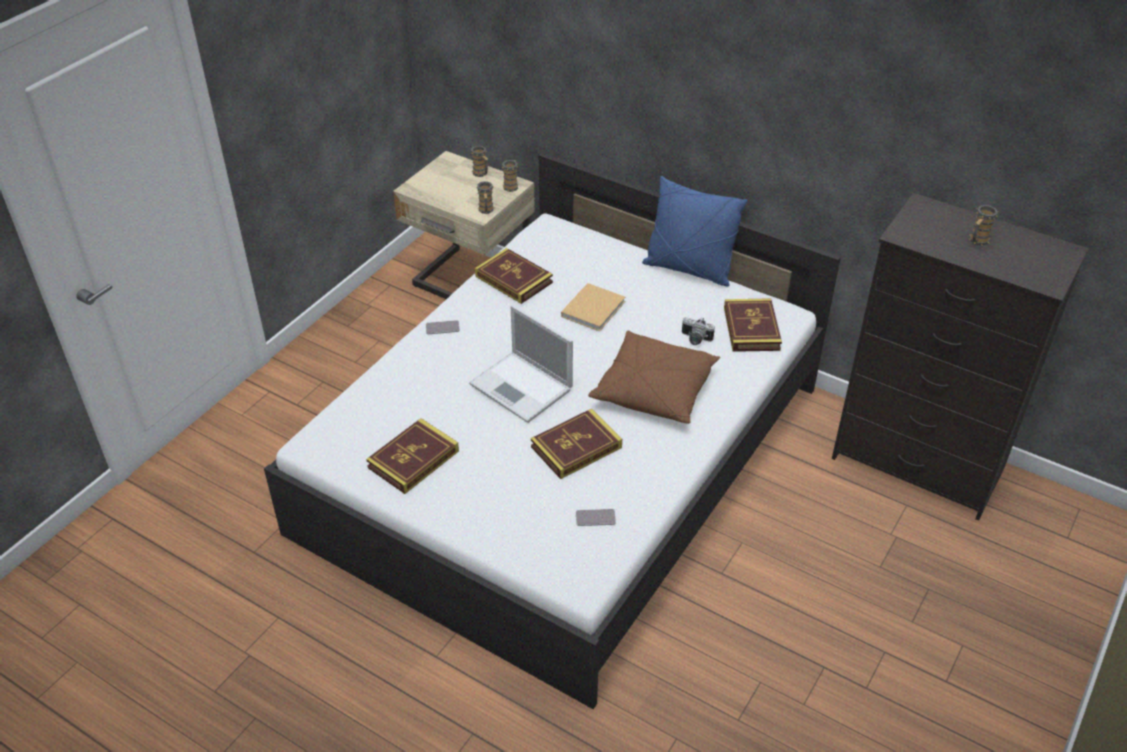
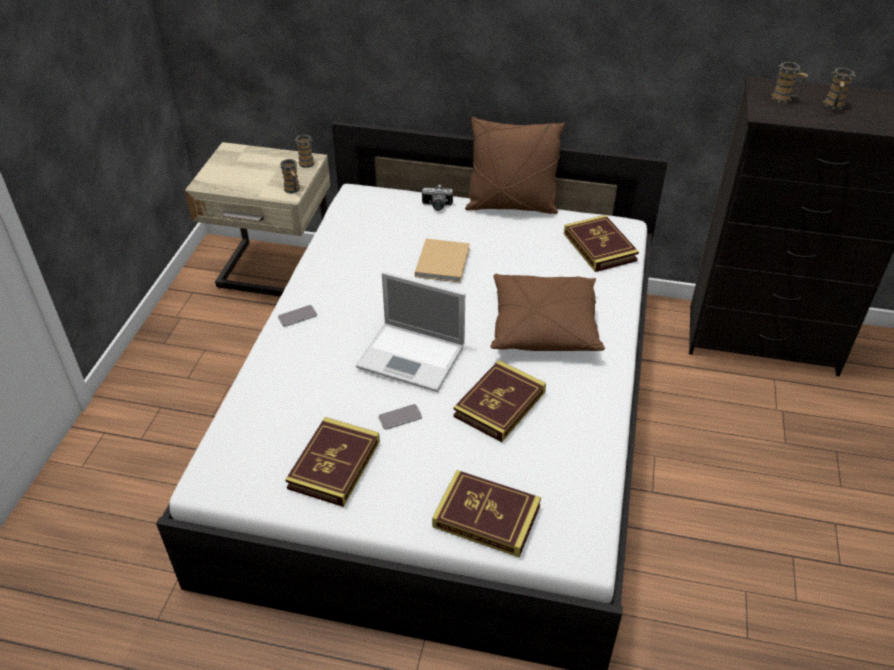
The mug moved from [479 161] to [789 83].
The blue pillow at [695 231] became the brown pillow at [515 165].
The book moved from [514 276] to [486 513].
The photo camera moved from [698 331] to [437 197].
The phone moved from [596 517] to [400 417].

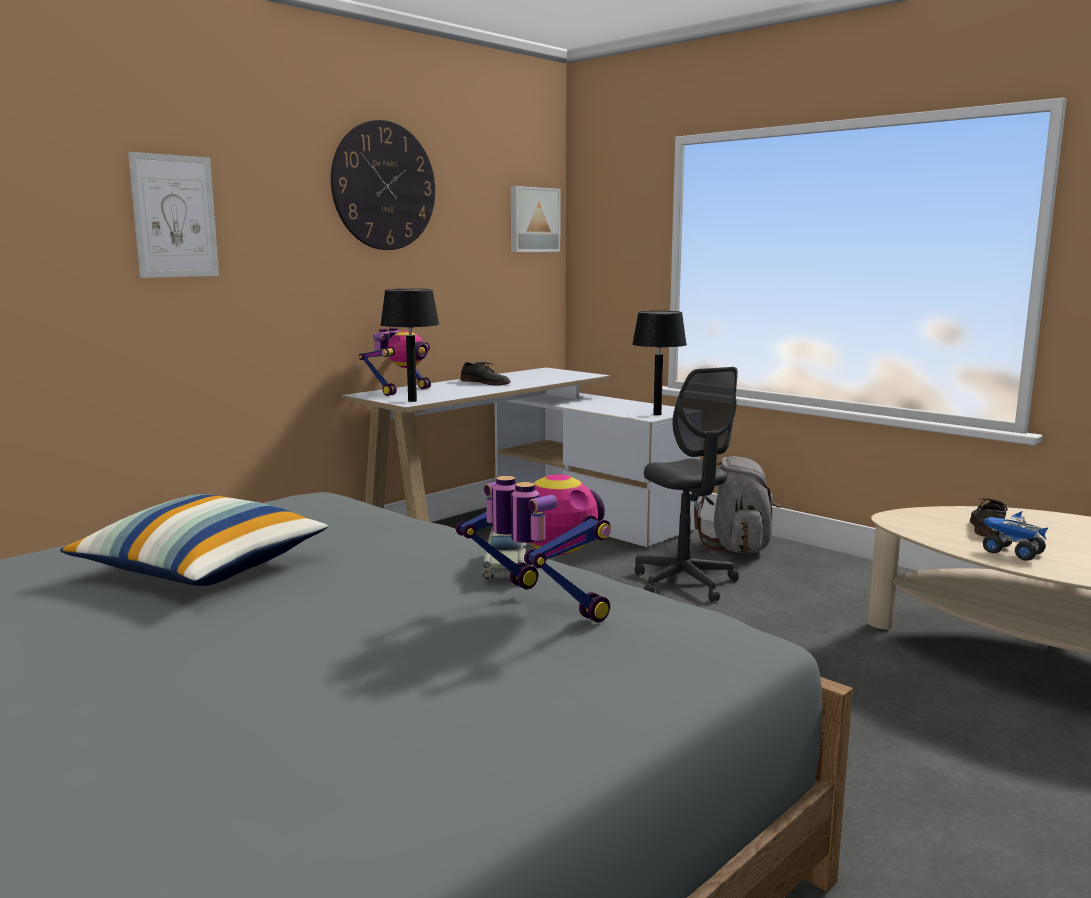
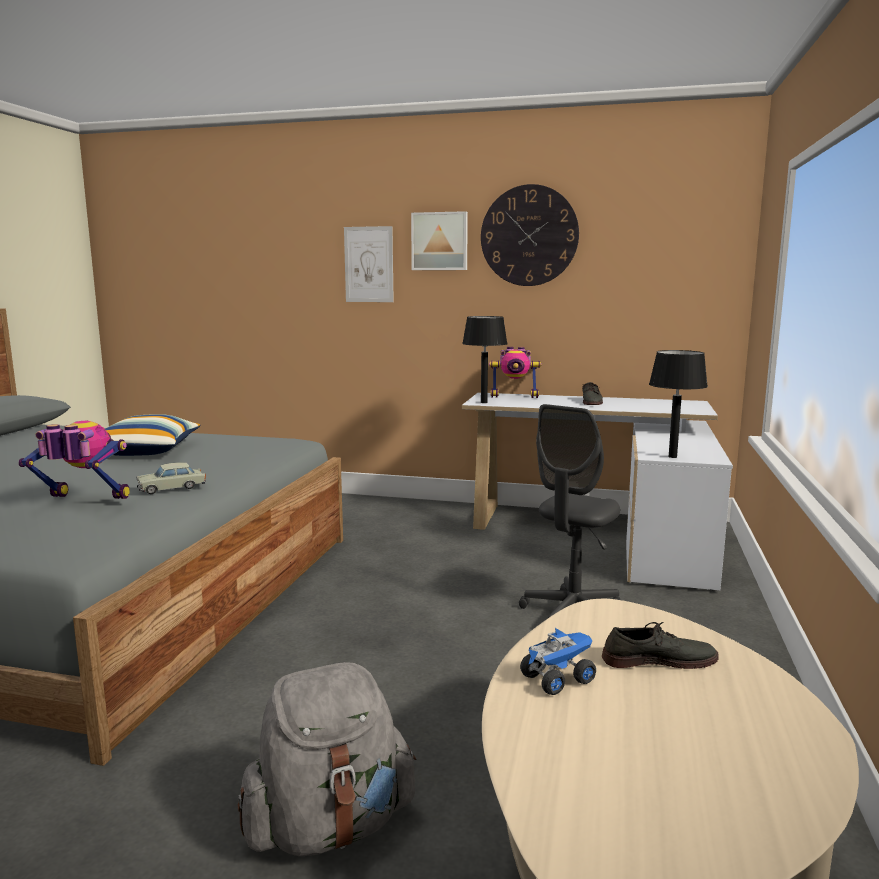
The picture moved from [536 219] to [439 240].
The grey backpack moved from [737 504] to [327 759].
The toy robot at [533 548] turned 105 degrees counterclockwise.
The toy truck at [1015 536] turned 45 degrees clockwise.

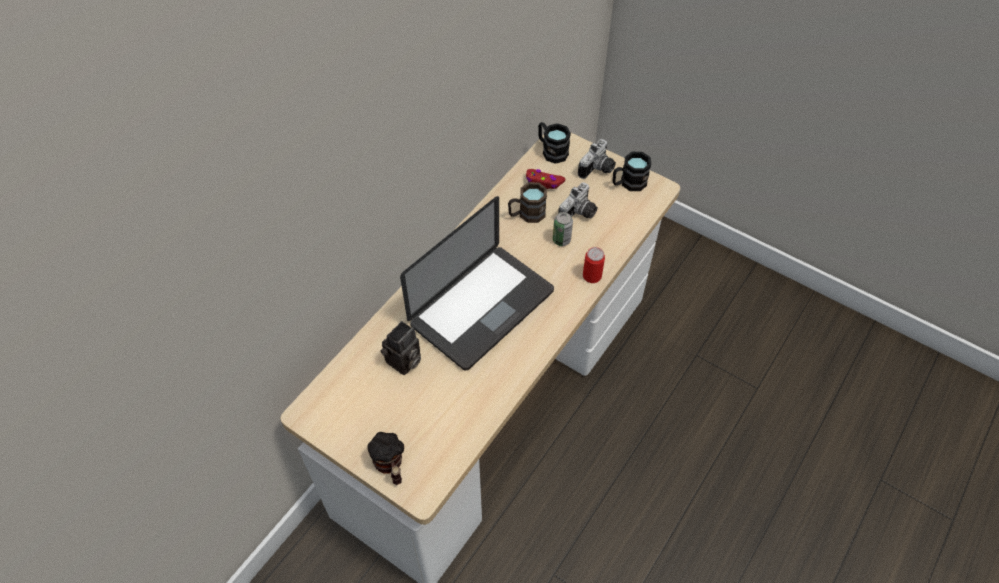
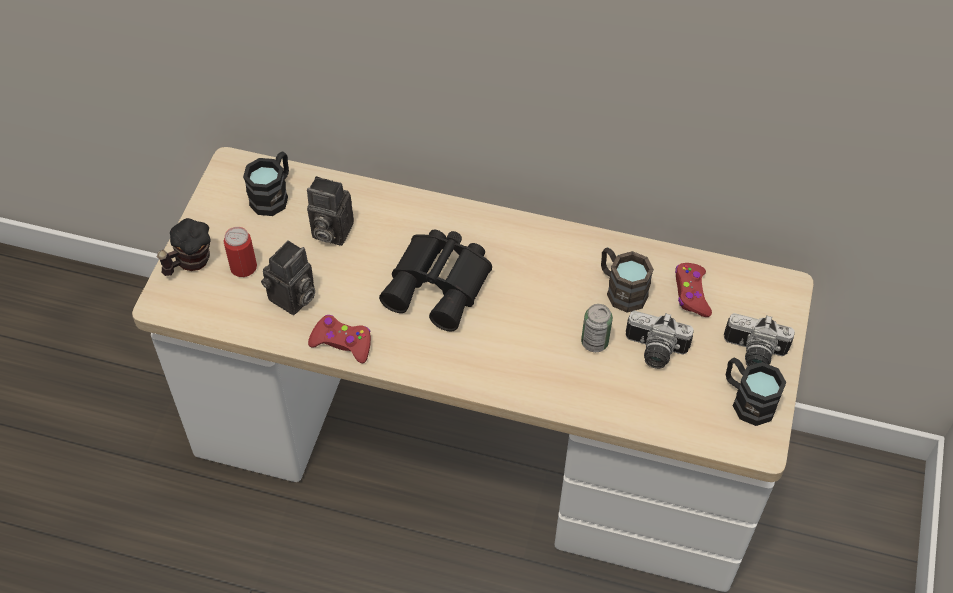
The black mug moved from [554 143] to [266 184].
The laptop at [477 283] was replaced by the black binoculars at [435 281].
The can moved from [594 265] to [240 252].
The photo camera at [288 277] appeared.
The red game controller at [339 339] appeared.

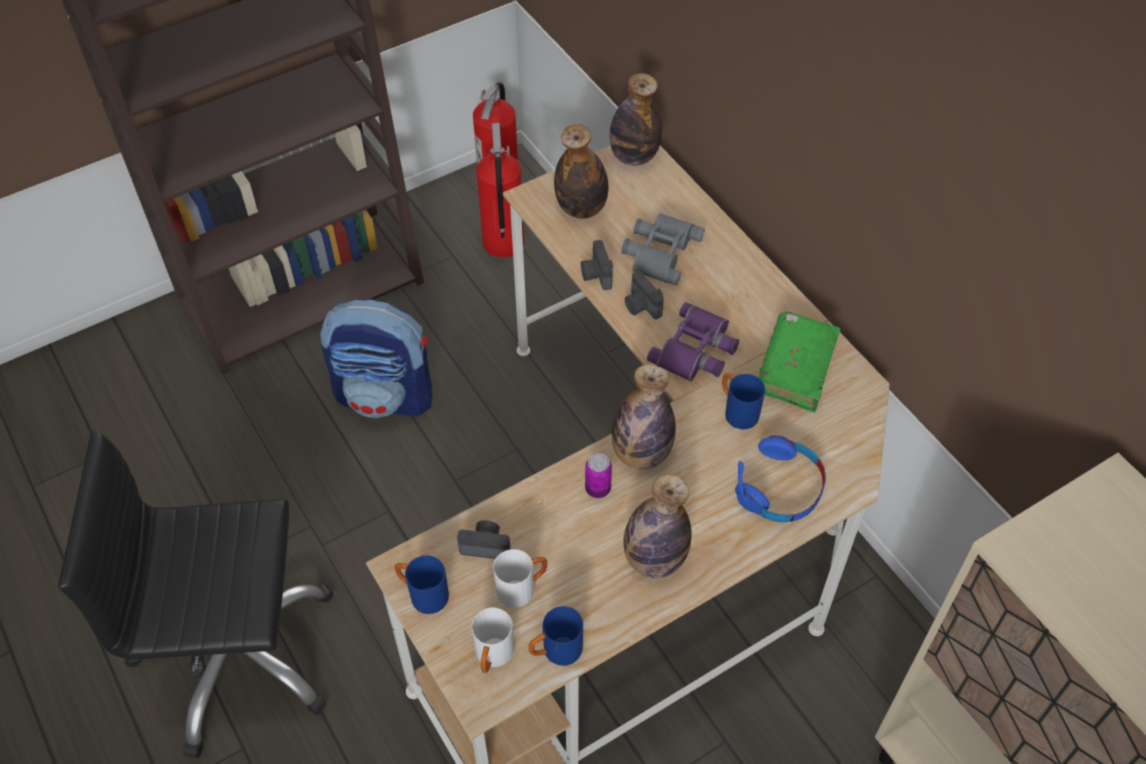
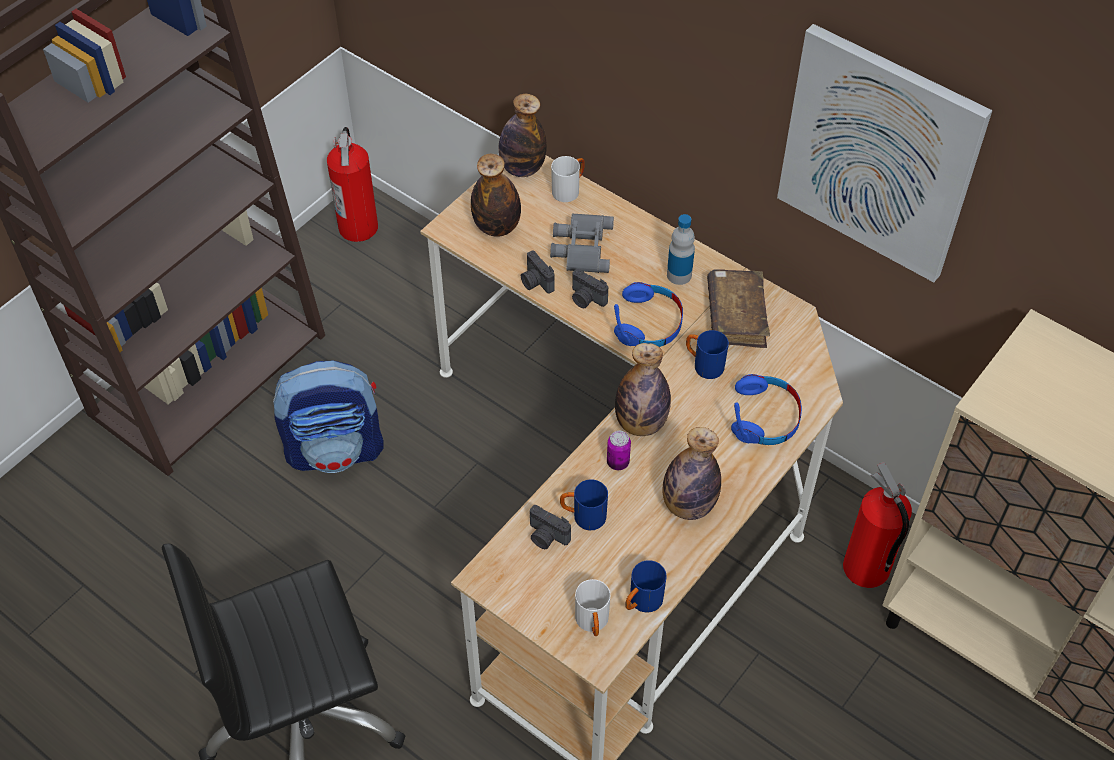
The fire extinguisher moved from [500 190] to [877 525].
The purple binoculars at [693 342] was replaced by the blue headphones at [648 314].
The green book at [799 362] became the brown book at [738 309].
The photo camera at [484 539] turned 135 degrees counterclockwise.
The white mug moved from [520 578] to [568 179].
The blue mug moved from [422 584] to [584 504].
The picture at [884 153] appeared.
The bottle at [681 249] appeared.

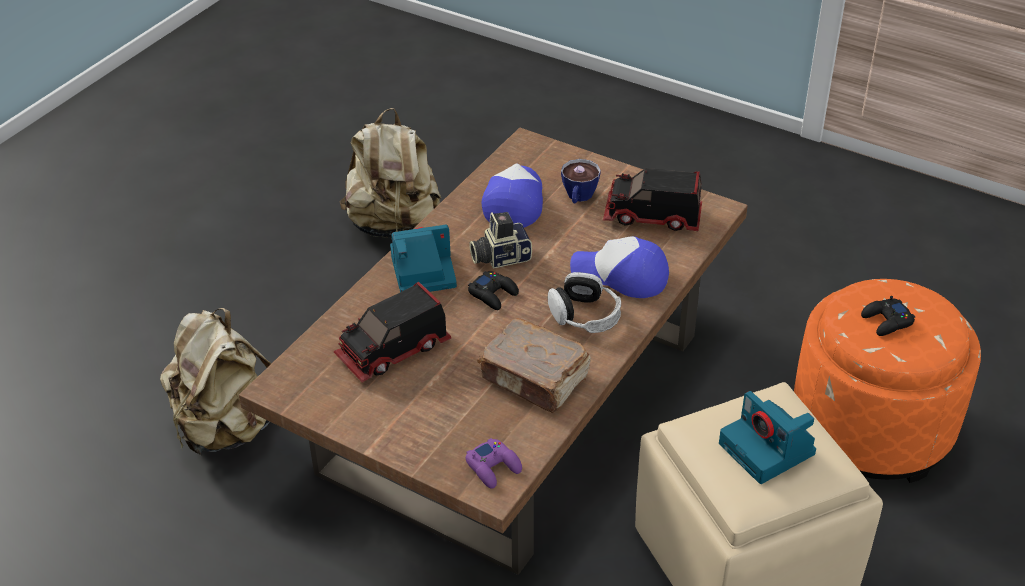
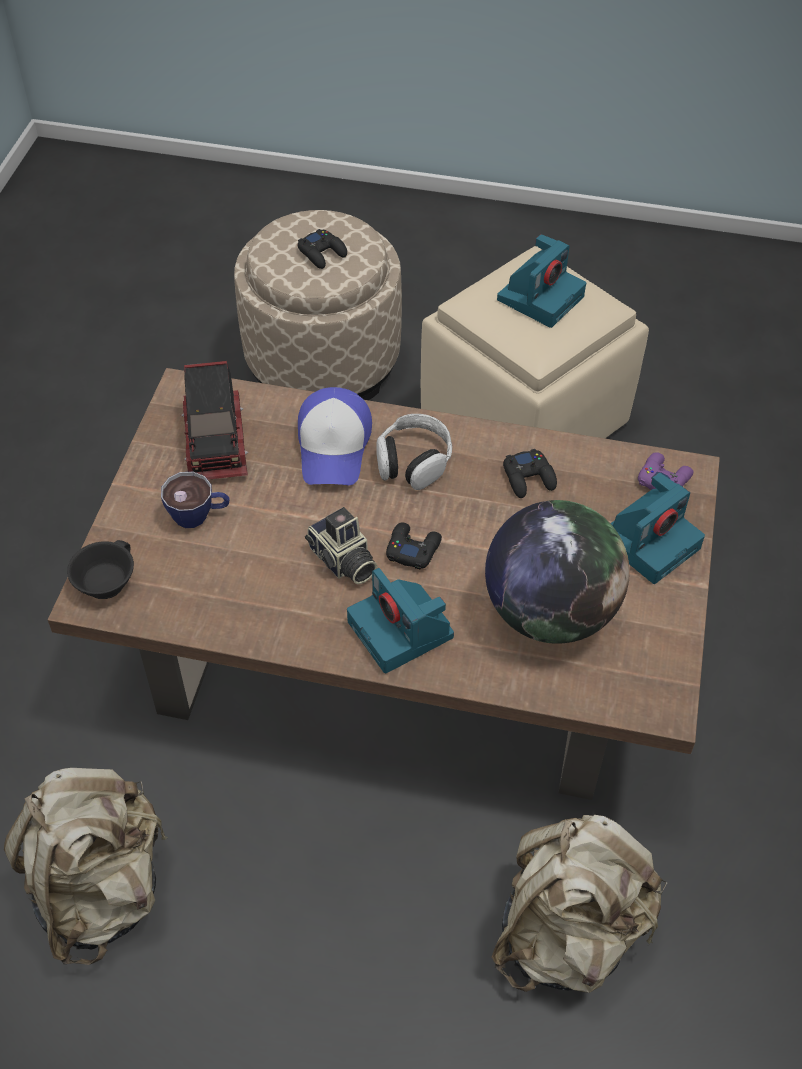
The cap at [512 196] disappeared.
The orange ottoman at [887 381] became the beige ottoman at [318 305].
The toy truck at [392 332] was replaced by the globe at [557 572].
The brown book at [534 365] was replaced by the black game controller at [530 473].
The photo camera at [658 528] appeared.
The black cup at [100 569] appeared.

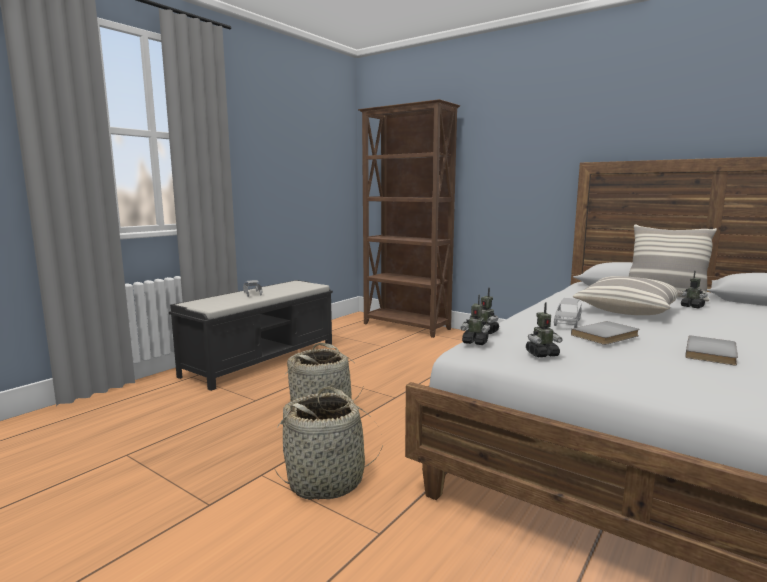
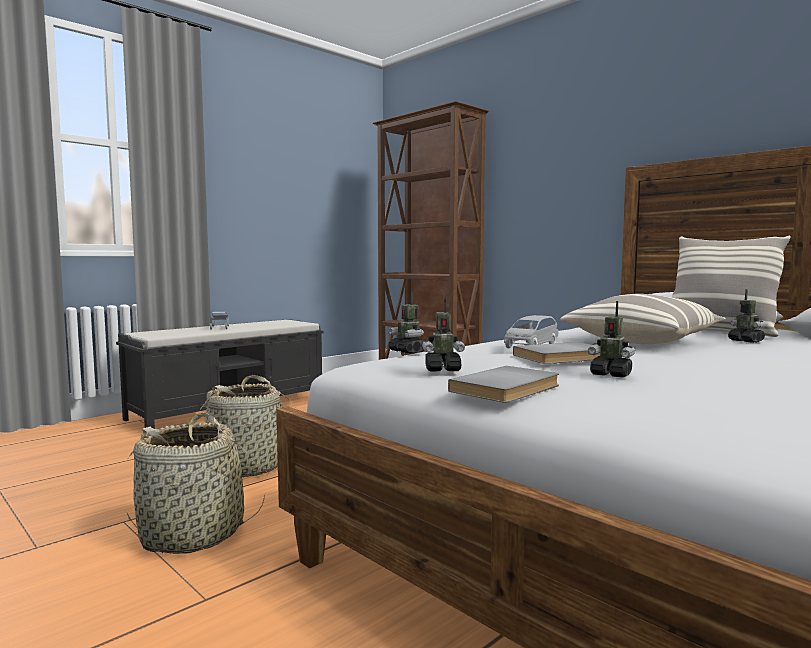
The toy robot moved from [475 320] to [611 339].
The grey book moved from [711 350] to [503 384].

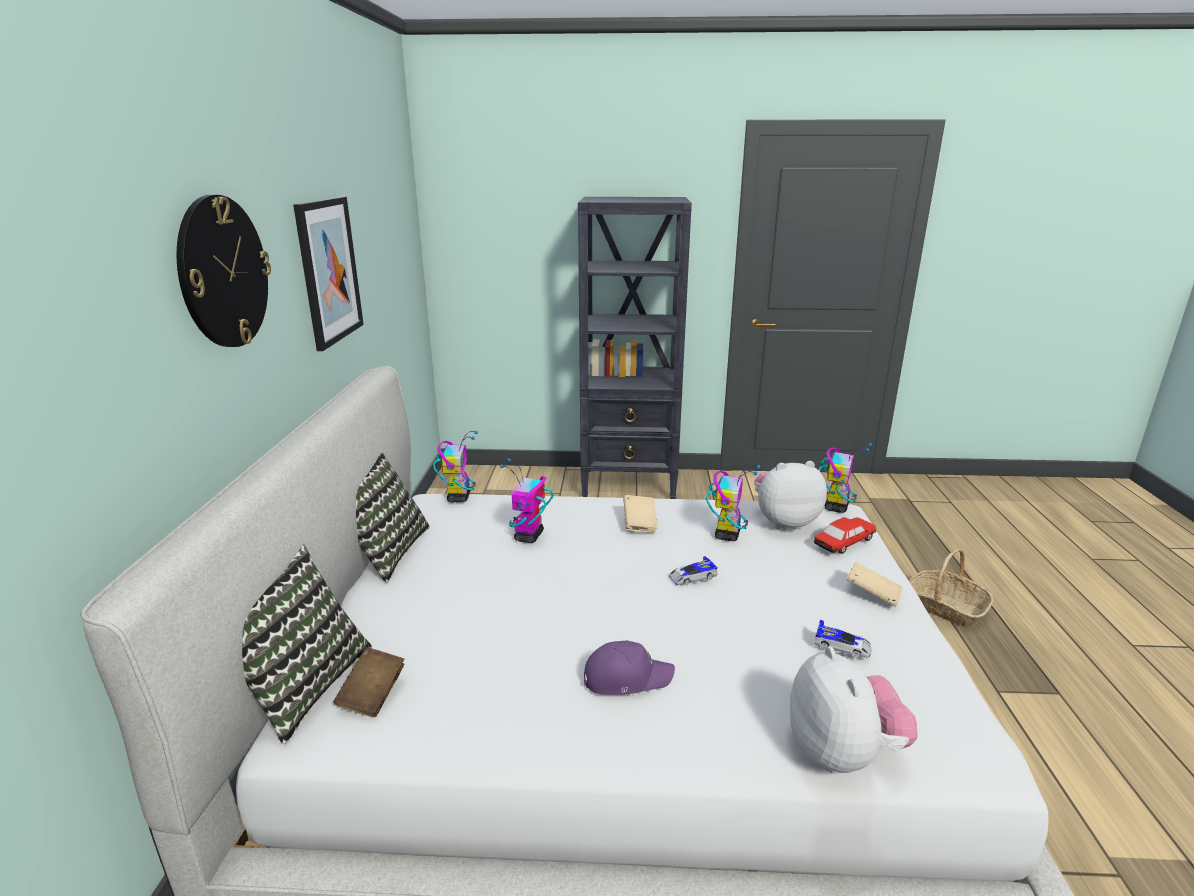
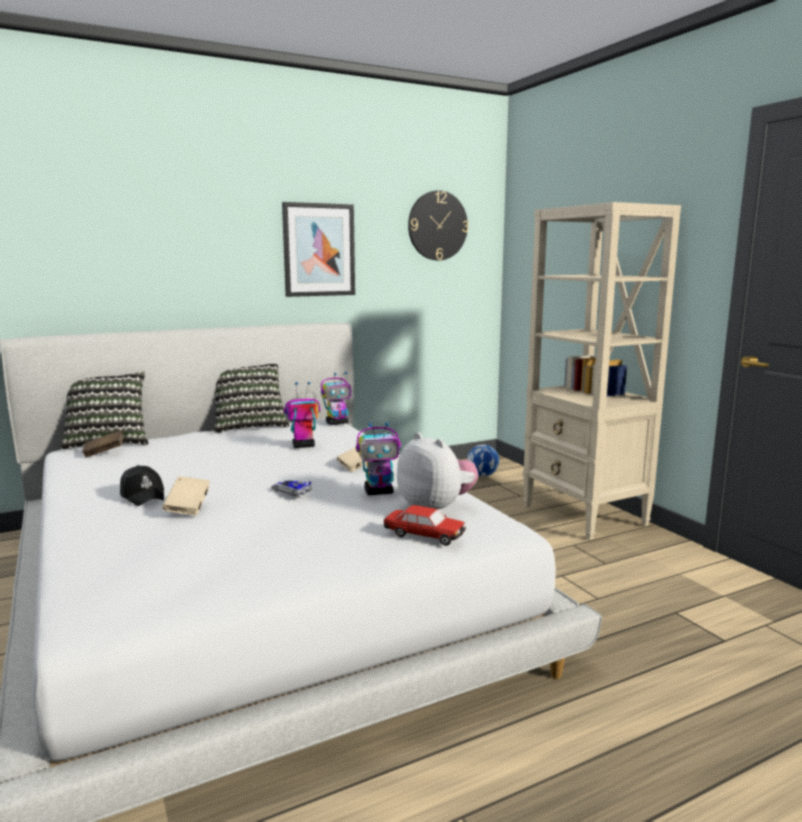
The wall clock moved from [224 271] to [438 225].
The black bookcase at [635 348] became the beige bookcase at [602 371].
The toy robot at [845 478] disappeared.
The basket at [951 588] disappeared.
The beige book moved from [875 584] to [186 495].
The toy car at [843 639] disappeared.
The purple cap at [629 668] became the black cap at [142 485].
The plush toy at [854 710] disappeared.
The football at [483 460] appeared.

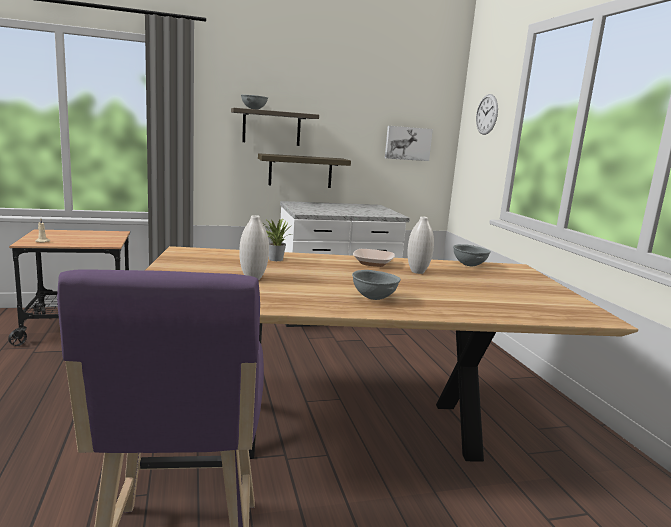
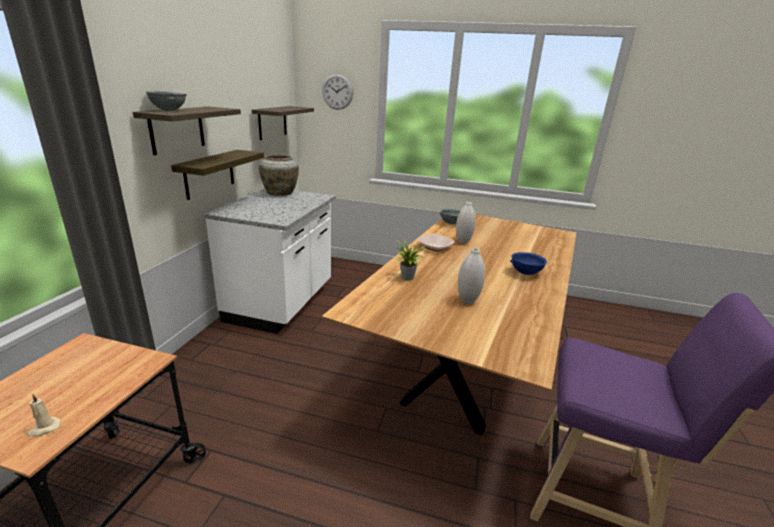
The picture at [409 143] was replaced by the shelf at [283 123].
The grey bowl at [376 285] became the blue bowl at [528 263].
The beige vase at [279 175] appeared.

